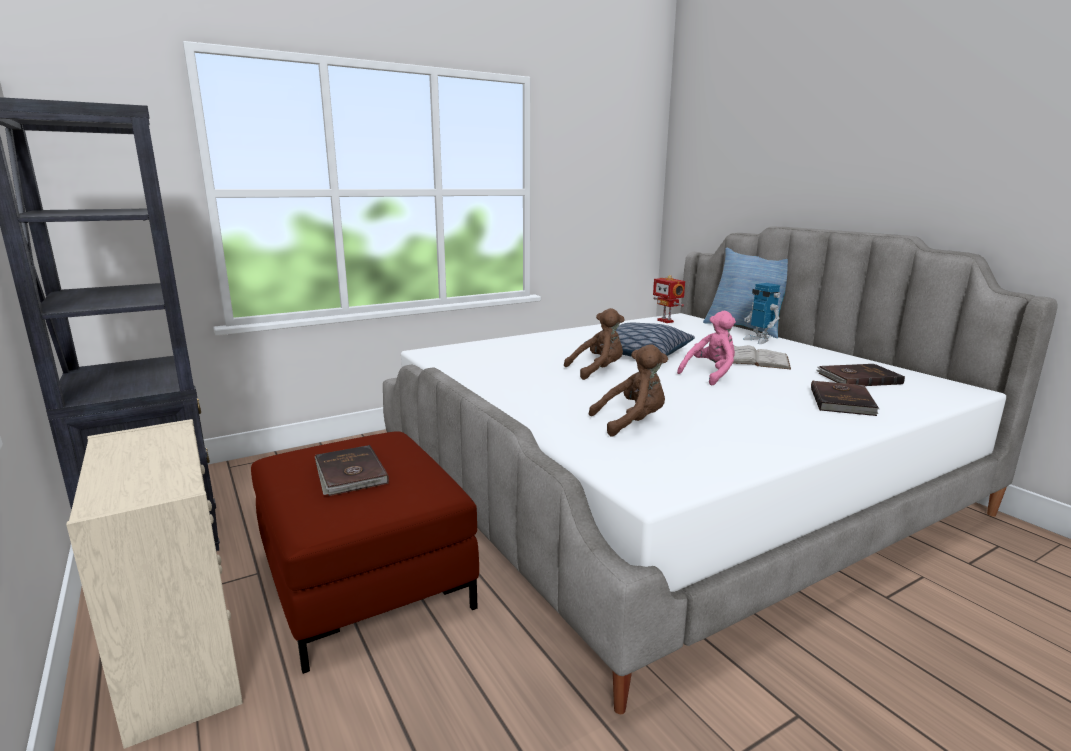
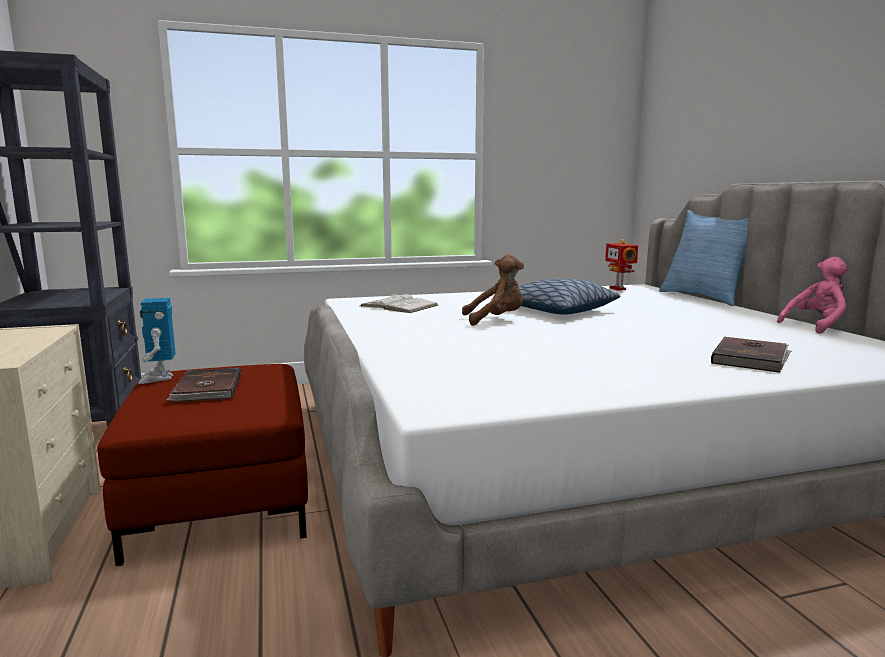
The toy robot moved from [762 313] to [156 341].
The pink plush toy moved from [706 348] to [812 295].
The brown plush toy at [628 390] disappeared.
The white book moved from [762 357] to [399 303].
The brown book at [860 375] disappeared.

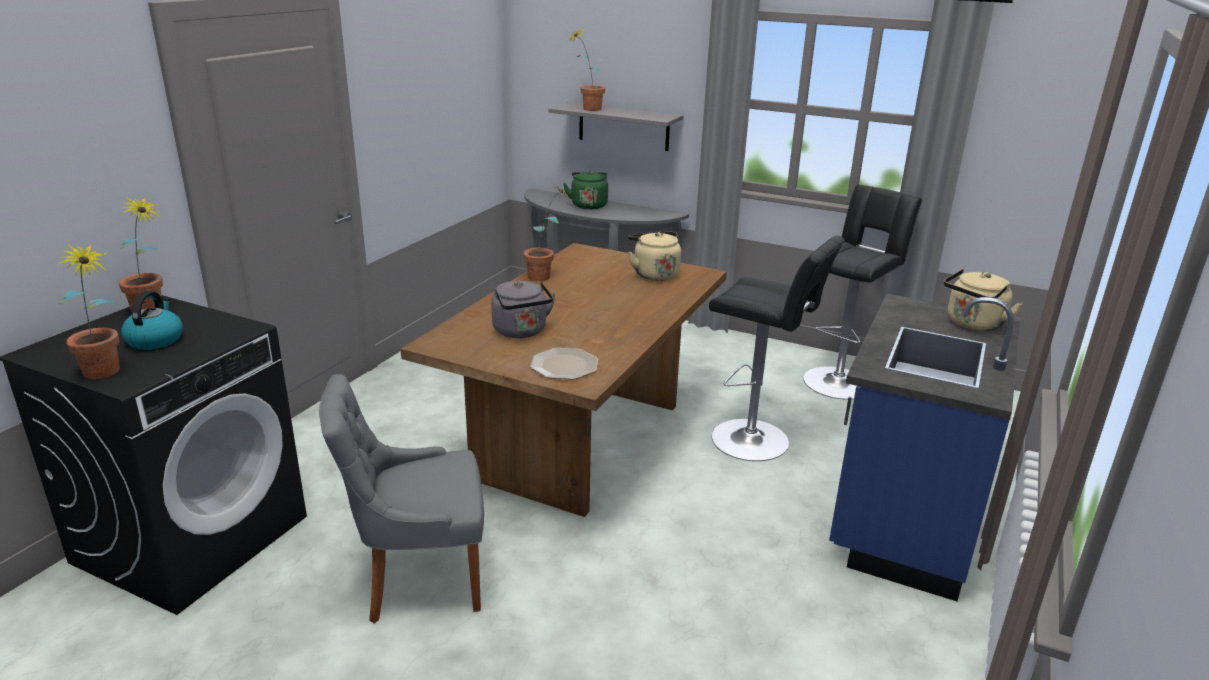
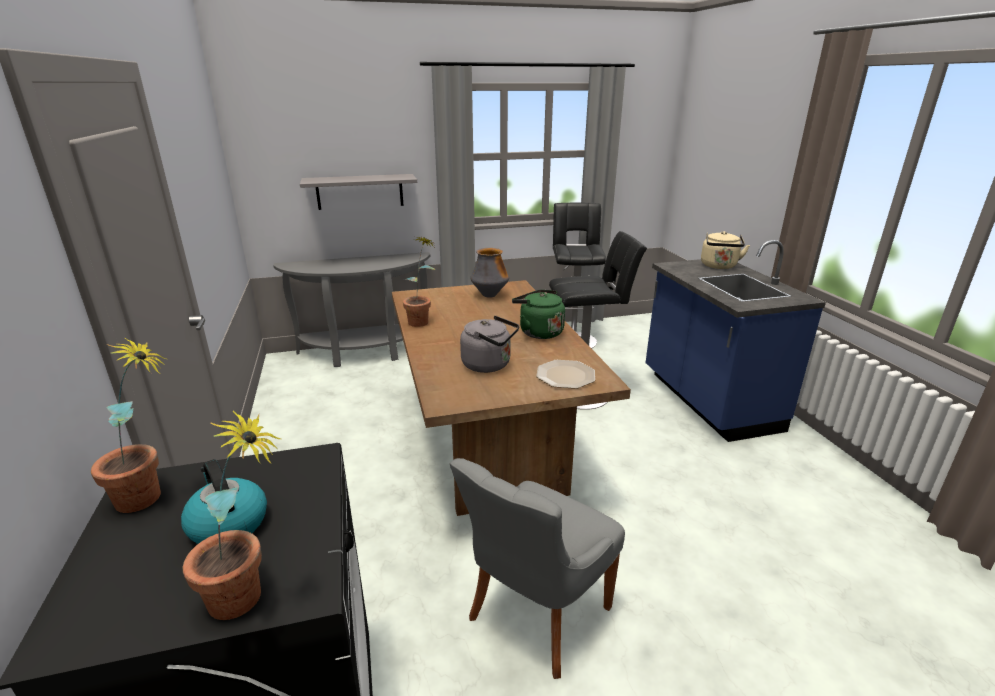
The potted plant at [586 70] disappeared.
The green kettle moved from [585 190] to [538 314].
The beige kettle at [654 256] was replaced by the vase at [489 273].

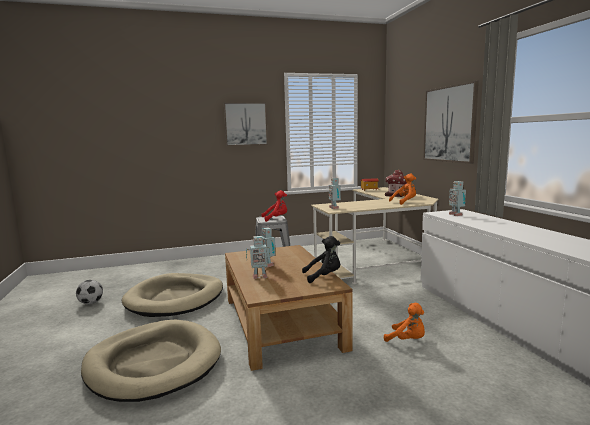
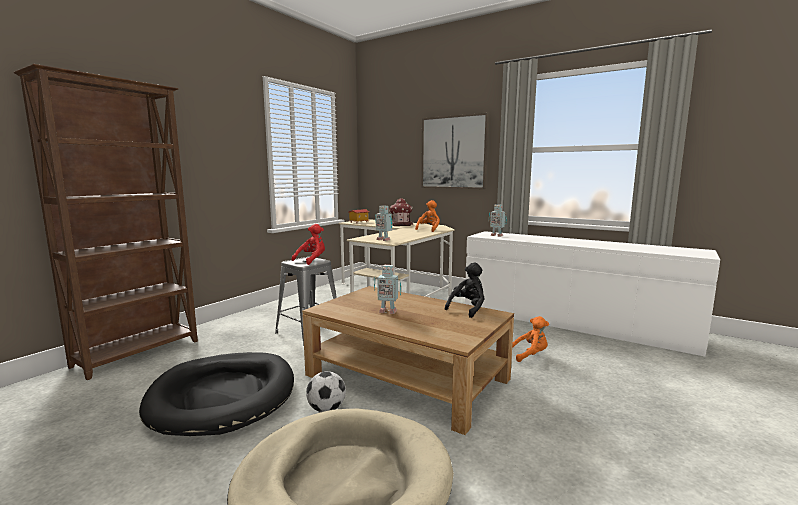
The picture at [246 124] disappeared.
The toy robot at [258 257] disappeared.
The beige dog bed at [172 295] became the black dog bed at [216 394].
The football moved from [89 292] to [326 391].
The brown bookcase at [106 222] appeared.

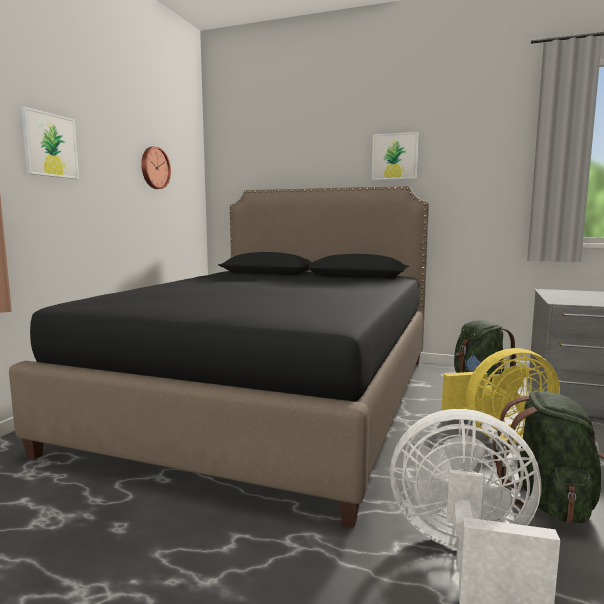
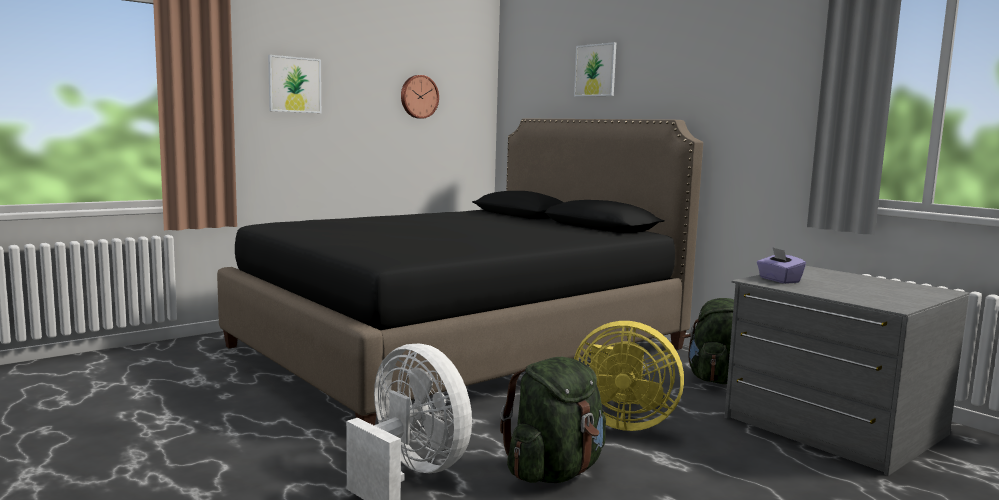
The picture moved from [395 156] to [595 69].
The purple tissue box at [781 266] appeared.

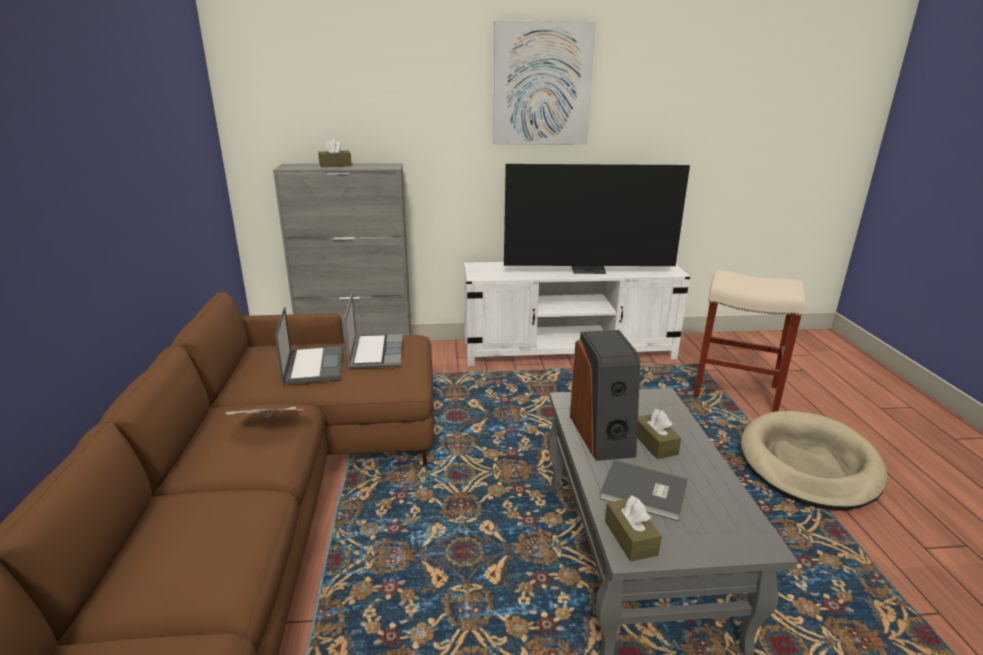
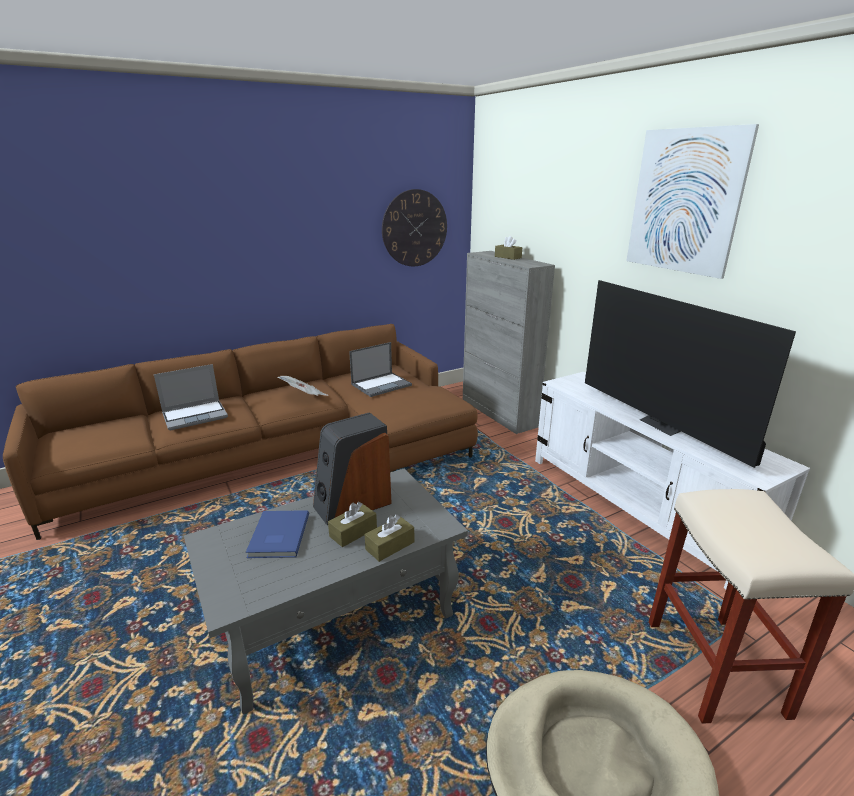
The laptop moved from [373 330] to [191 397].
The grey book at [643 490] became the blue book at [277 534].
The brown tissue box moved from [633 528] to [389 538].
The wall clock at [414 227] appeared.

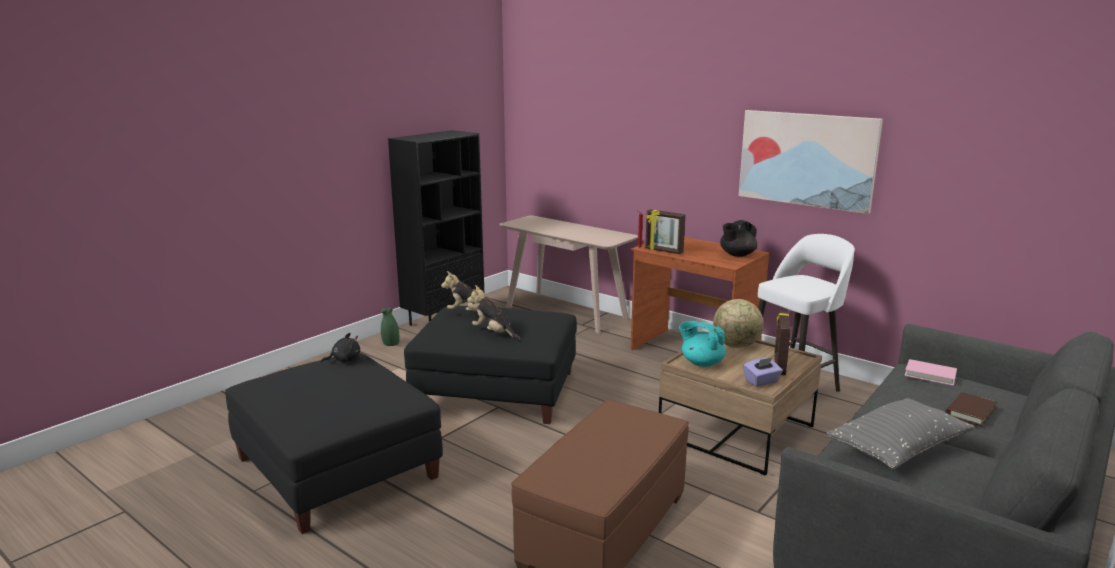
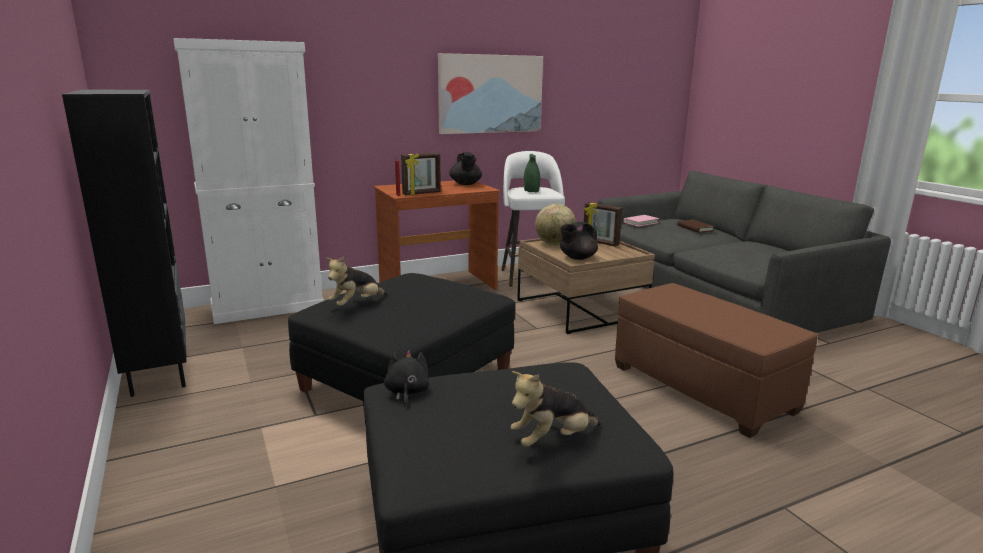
The beige console table at [568 274] was replaced by the white cabinet at [248 181].
The plush toy moved from [494 313] to [556 409].
The green vase moved from [390 326] to [532 173].
The turquoise teapot at [702 344] became the black teapot at [579 241].
The purple tissue box at [763 372] disappeared.
The grey pillow at [900 433] disappeared.

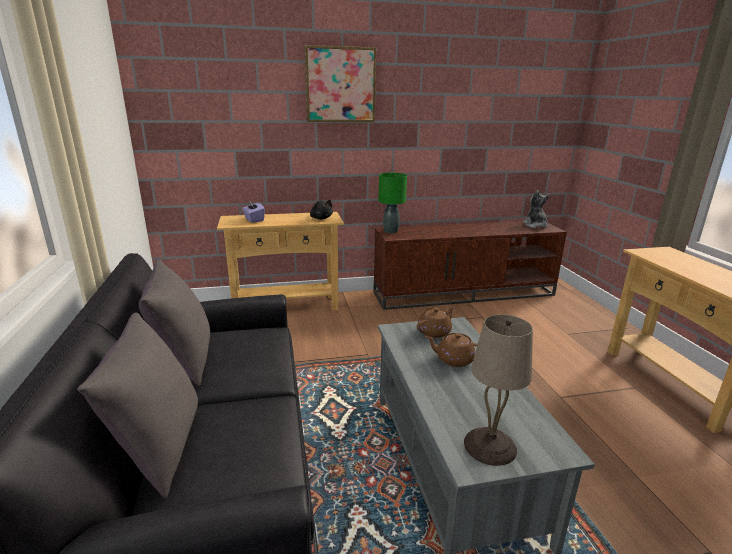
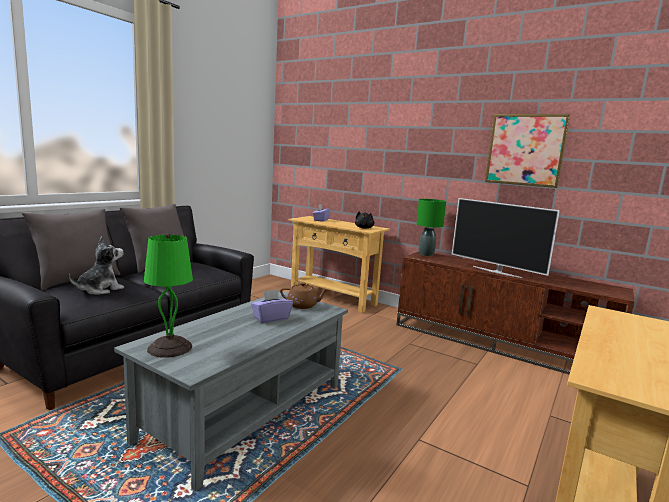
The picture moved from [340 83] to [527 151].
The plush toy moved from [536 209] to [96 266].
The beige table lamp at [498 390] became the green table lamp at [168 296].
The brown teapot at [451 350] was replaced by the purple tissue box at [272 306].
The television at [506 238] appeared.

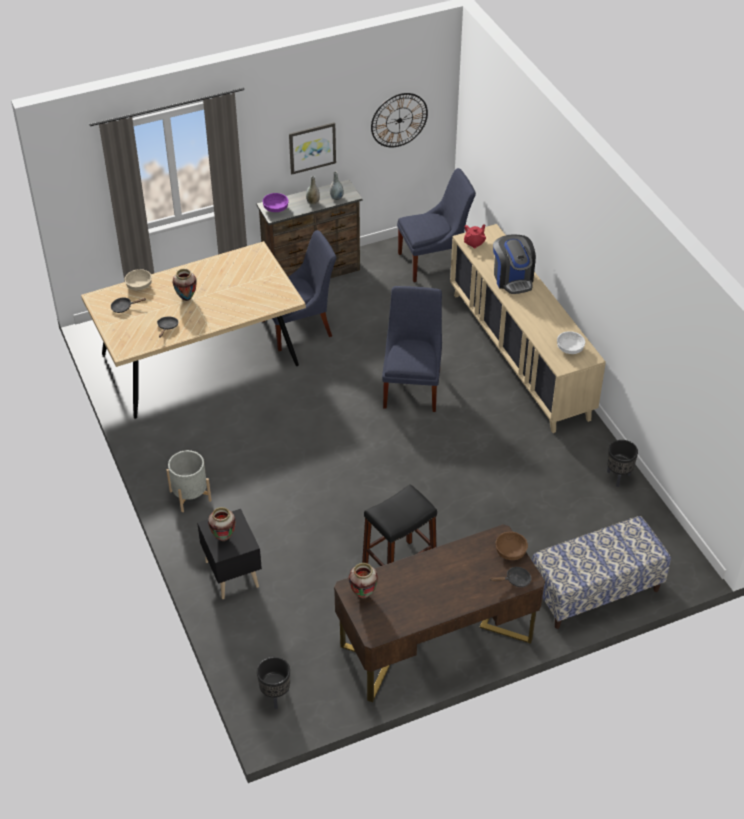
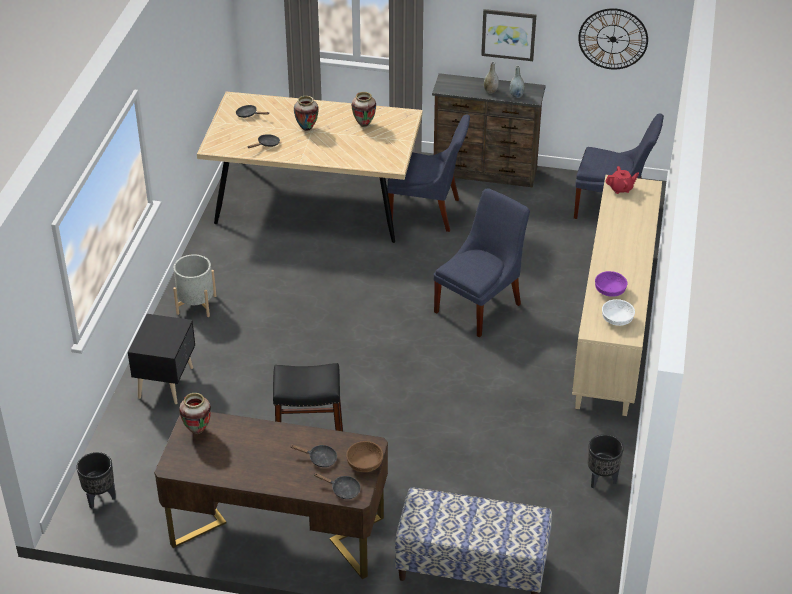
The purple bowl moved from [276 202] to [611 284].
The coffee machine at [514 264] disappeared.
The beige bowl at [138 279] disappeared.
The vase moved from [222 524] to [364 109].
The black frying pan at [313 456] appeared.

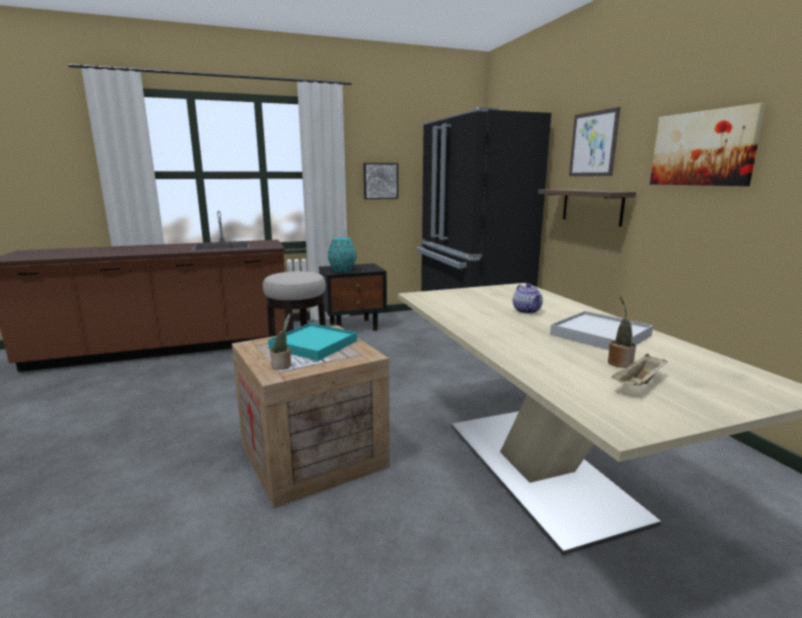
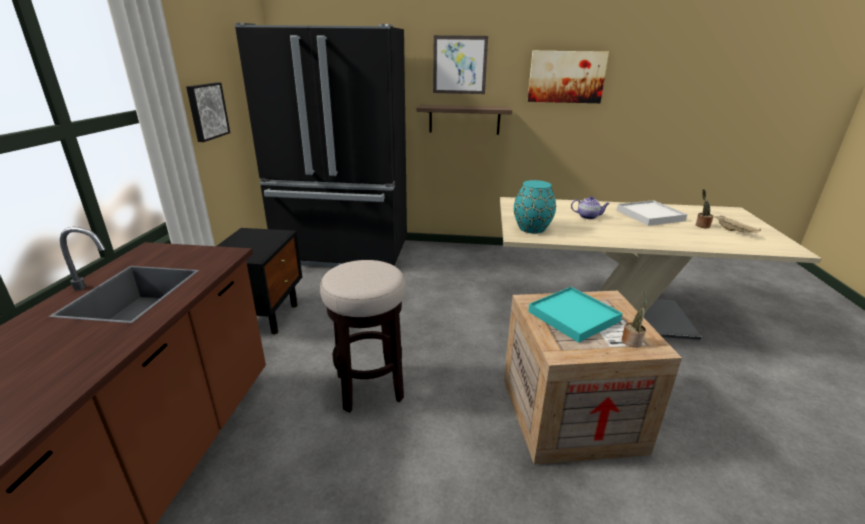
The turquoise vase moved from [342 255] to [535 207].

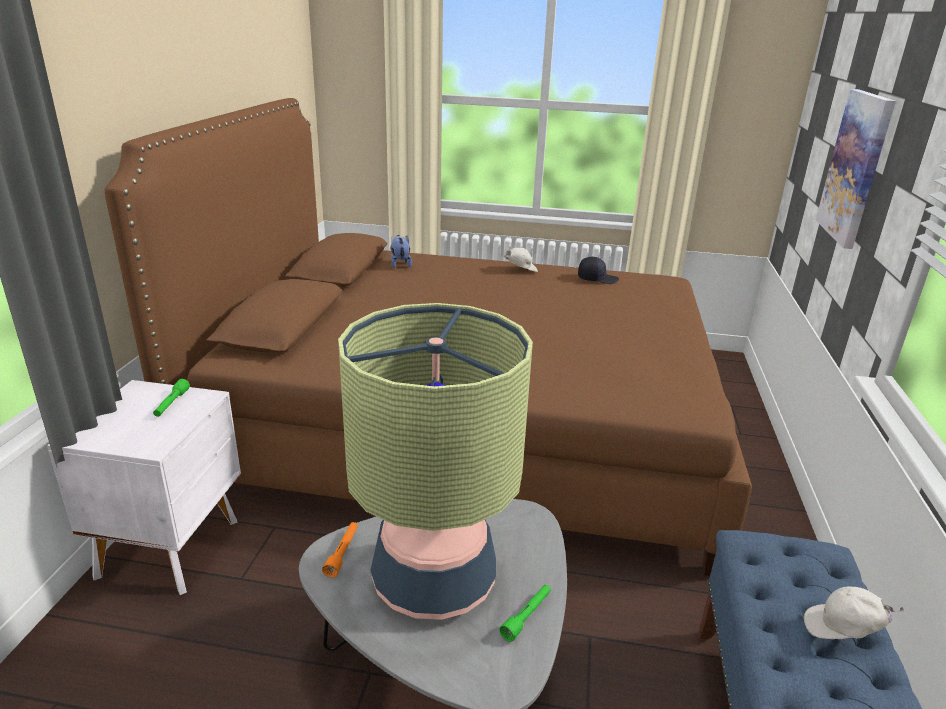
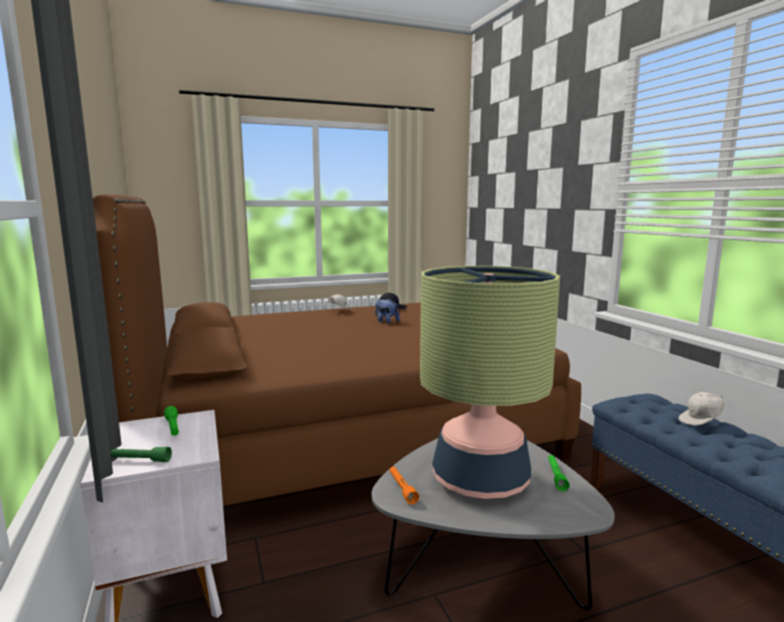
The picture at [856 169] disappeared.
The plush toy moved from [401 251] to [387 311].
The green flashlight at [141 454] appeared.

